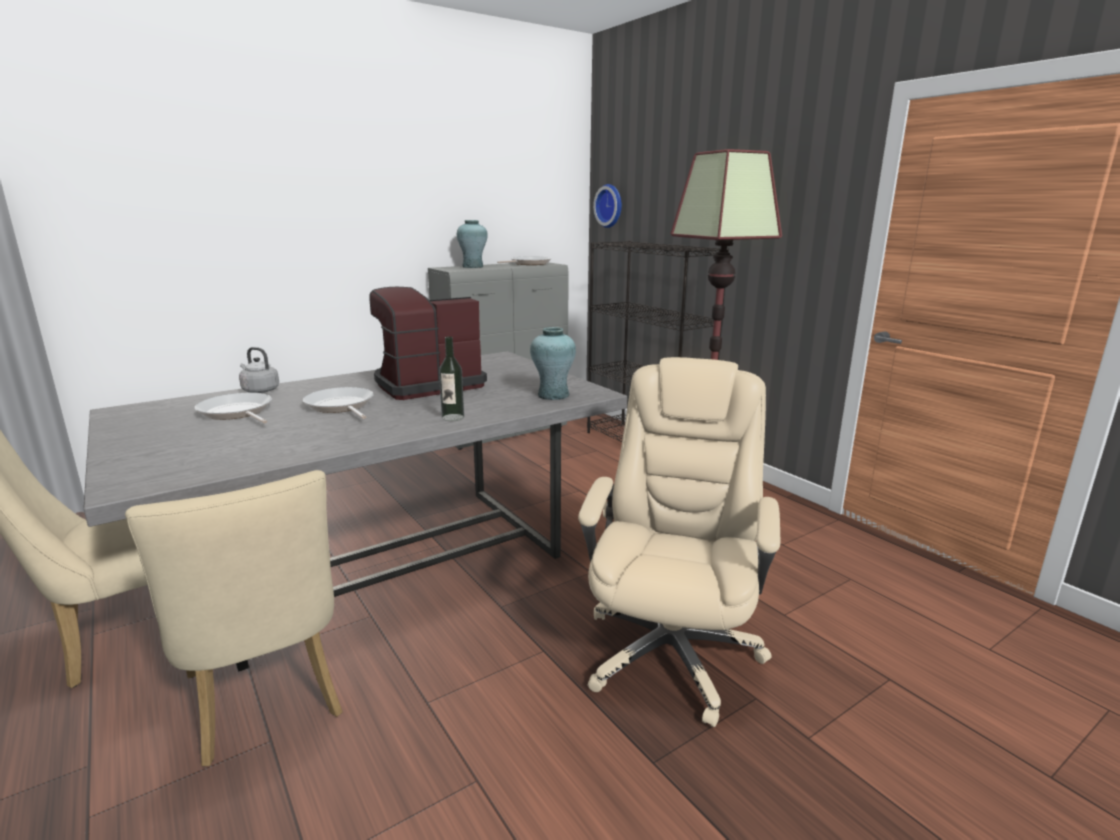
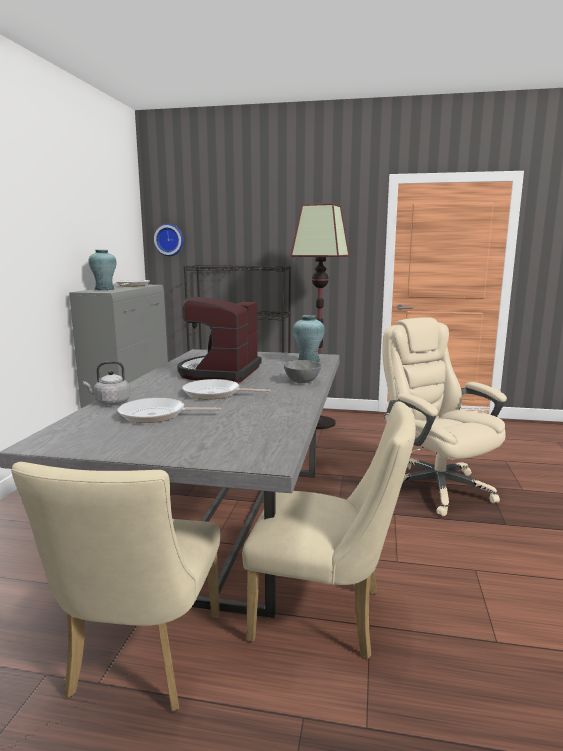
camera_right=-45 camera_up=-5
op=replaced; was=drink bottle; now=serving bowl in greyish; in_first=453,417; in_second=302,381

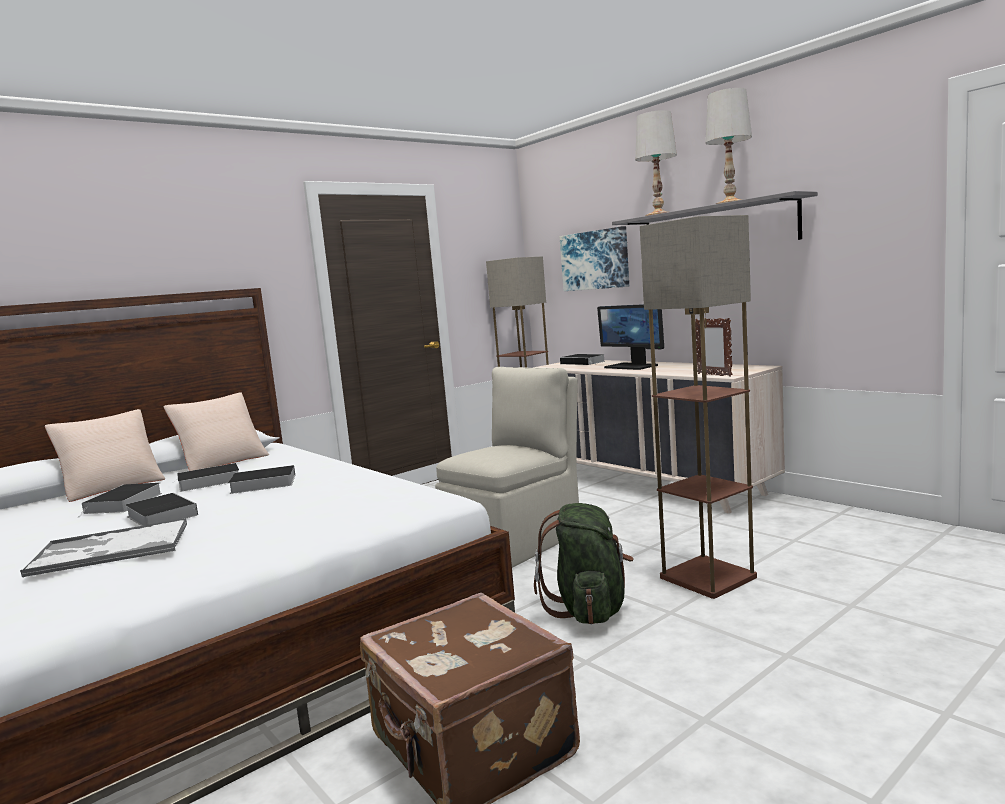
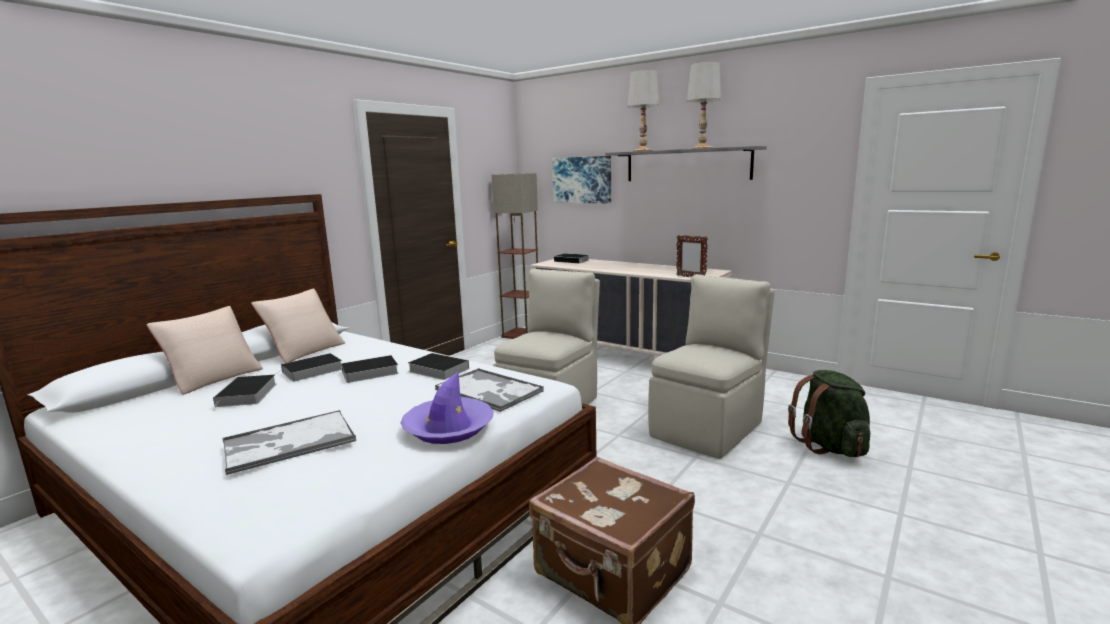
camera_right=-15 camera_up=5
op=replaced; was=standing lamp; now=chair in beige; in_first=709,577; in_second=708,428
op=removed; was=monitor; in_first=631,366
op=moved; was=bound book; in_first=160,515; in_second=437,370
op=moved; was=backpack in greenish; in_first=589,609; in_second=829,446
op=added; now=carrying tray; in_second=489,391
op=added; now=clothing hat in purple-coloured; in_second=448,428

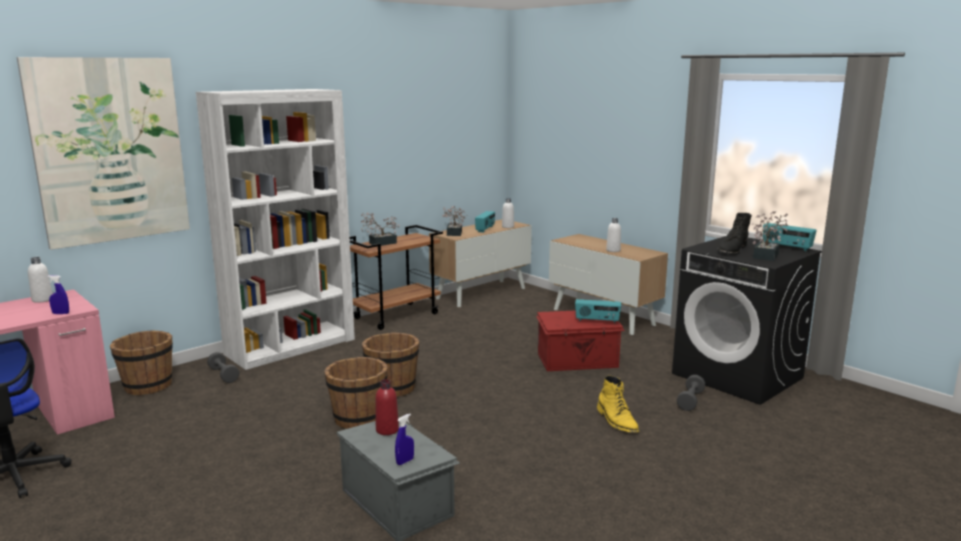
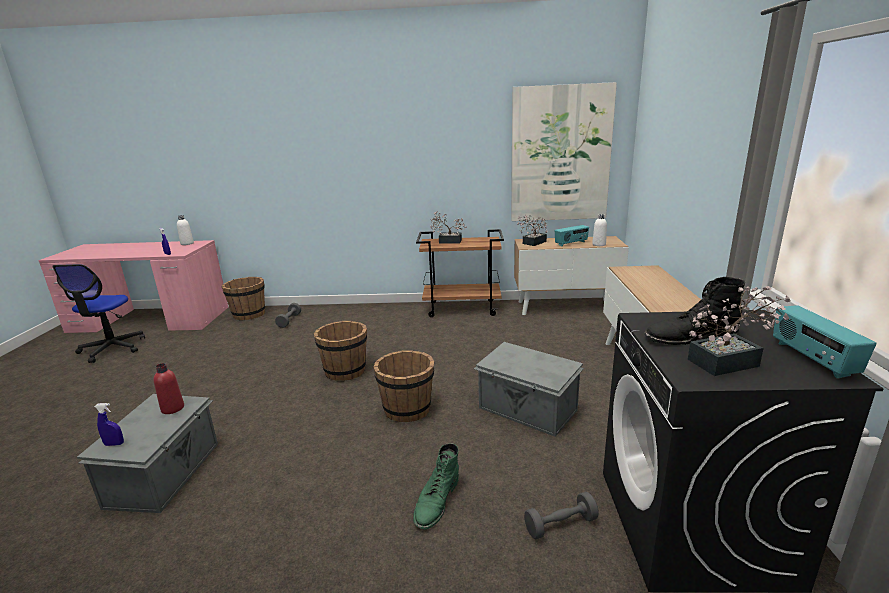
camera_right=45 camera_up=5
op=moved; was=picture; in_first=110,150; in_second=560,155
op=removed; was=shelving unit in white-coloured; in_first=291,346
op=removed; was=drink bottle in white-coloured; in_first=613,250
op=removed; was=radio set; in_first=597,321
op=recoloured; was=storage box in red; now=storage box in greyish; in_first=578,361; in_second=527,410
op=moved; was=water bucket in brownish; in_first=358,418; in_second=407,409
op=recoloured; was=boot in yellowish; now=boot in greenish; in_first=617,421; in_second=436,501

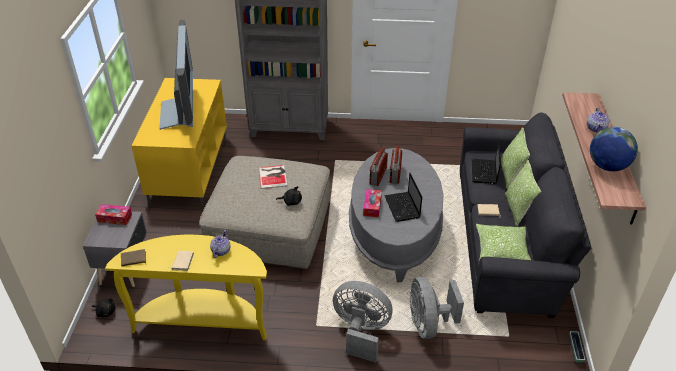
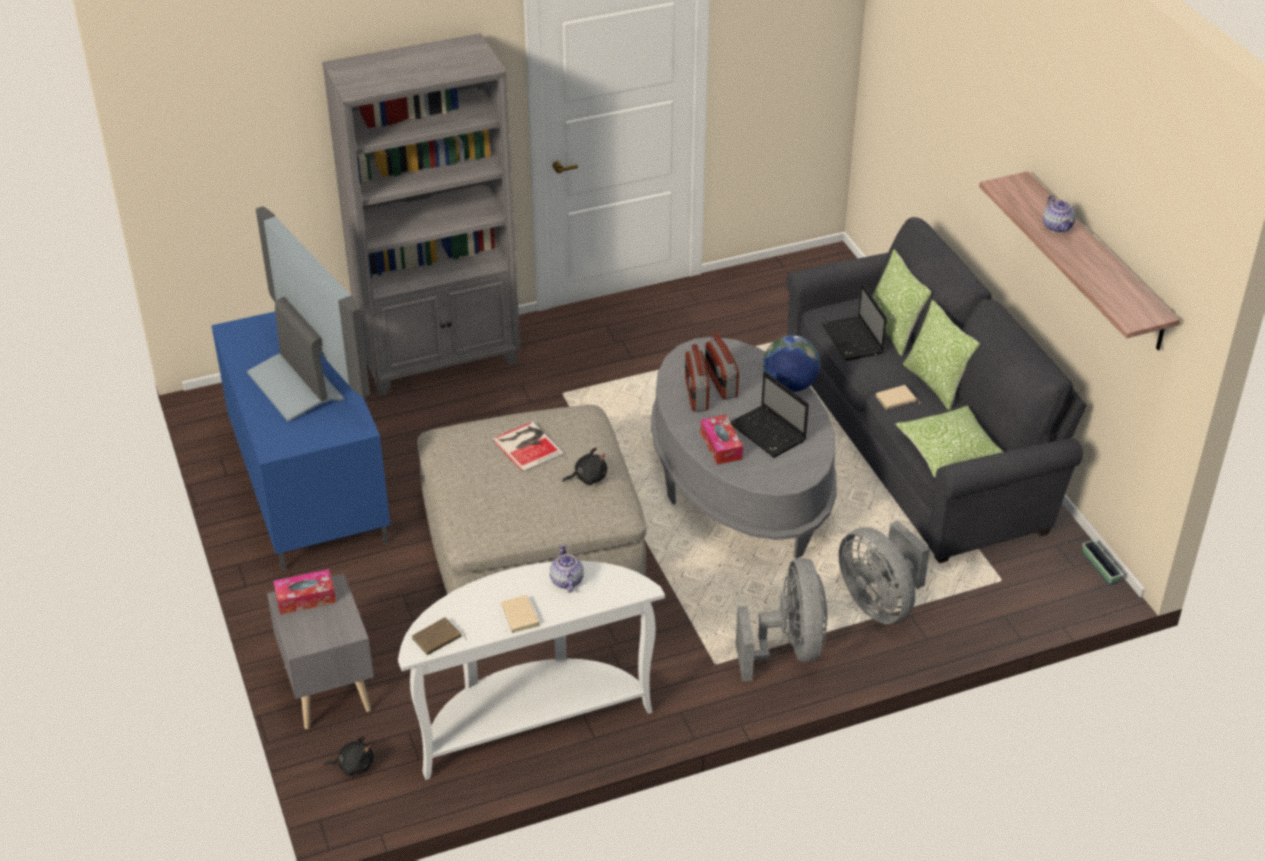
camera_right=-25 camera_up=0
op=recoloured; was=media console in yellowish; now=media console in blue-coloured; in_first=188,168; in_second=307,486
op=moved; was=globe; in_first=607,166; in_second=790,385
op=recoloured; was=console table in yellowish; now=console table in white-coloured; in_first=203,320; in_second=530,720
op=turned; was=electric fan in greyish; in_first=361,331; in_second=788,649; clockwise=90

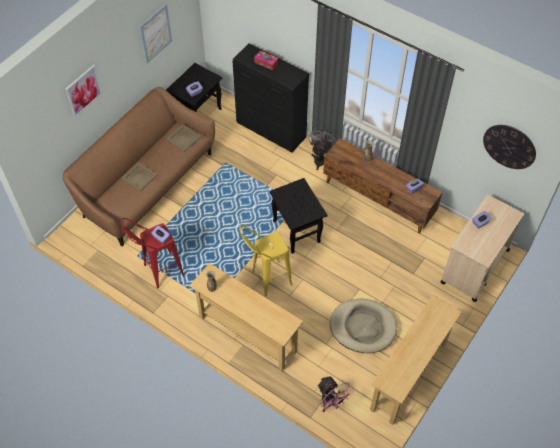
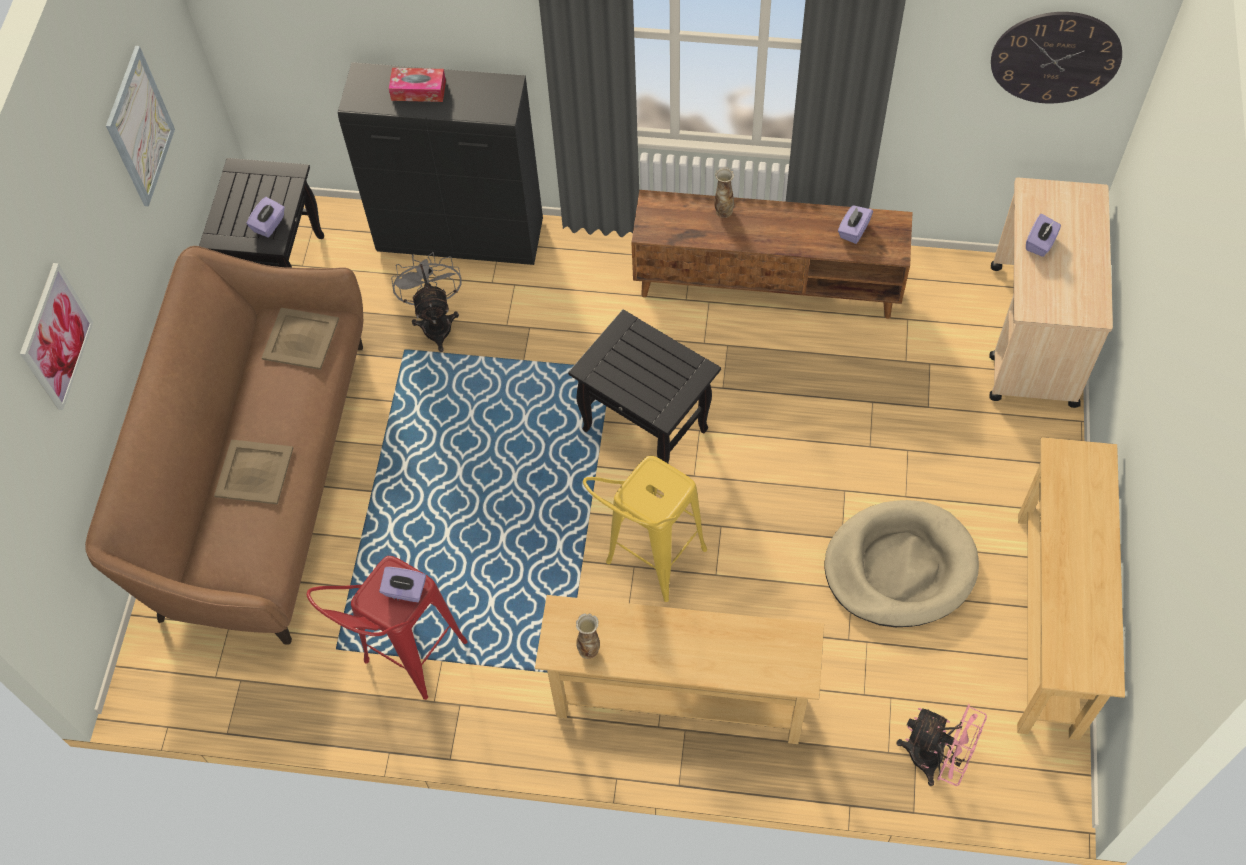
camera_right=-25 camera_up=5
op=moved; was=electric fan in greyish; in_first=320,158; in_second=436,322

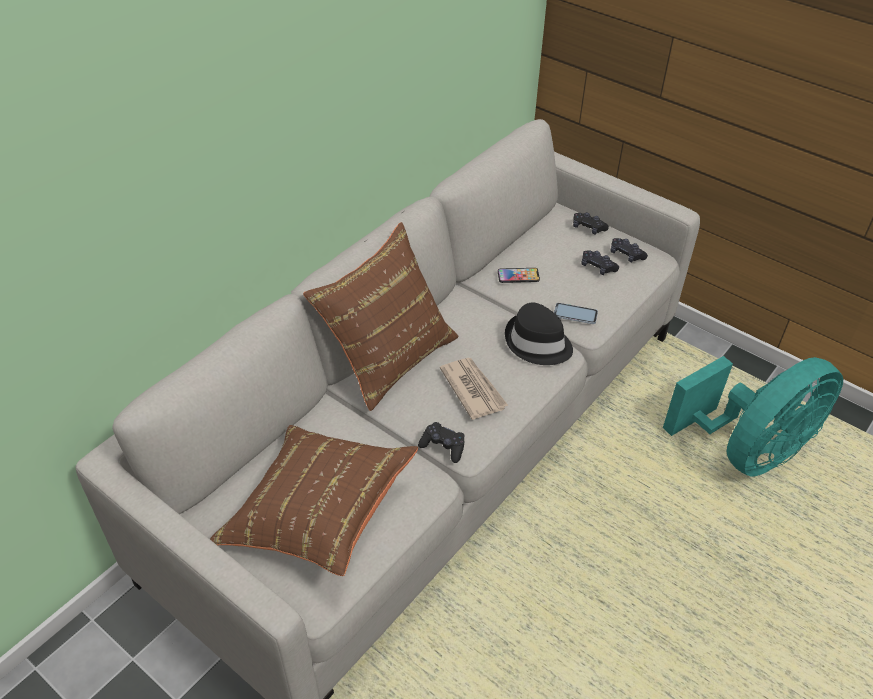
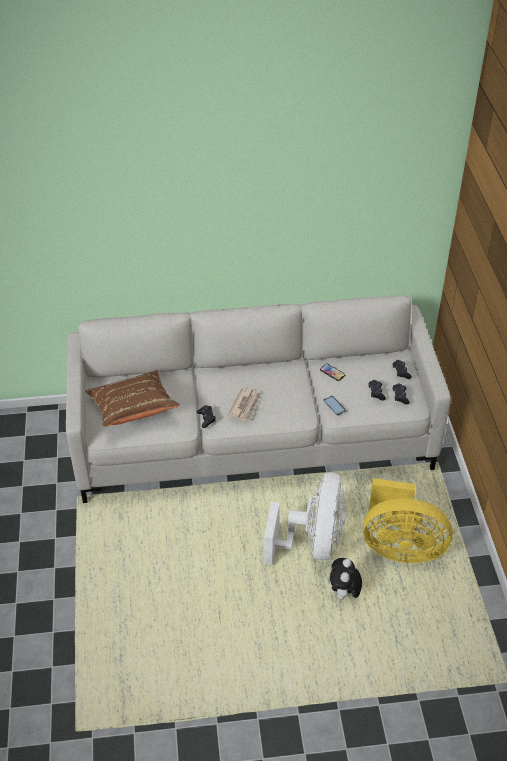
camera_right=45 camera_up=0
op=removed; was=pillow in brownish; in_first=388,356
op=removed; was=clothing hat in black; in_first=537,343
op=recoloured; was=electric fan in blue-green; now=electric fan in yellowish; in_first=748,451; in_second=400,547
op=added; now=electric fan in white-coloured; in_second=312,543
op=added; now=plush toy; in_second=344,593

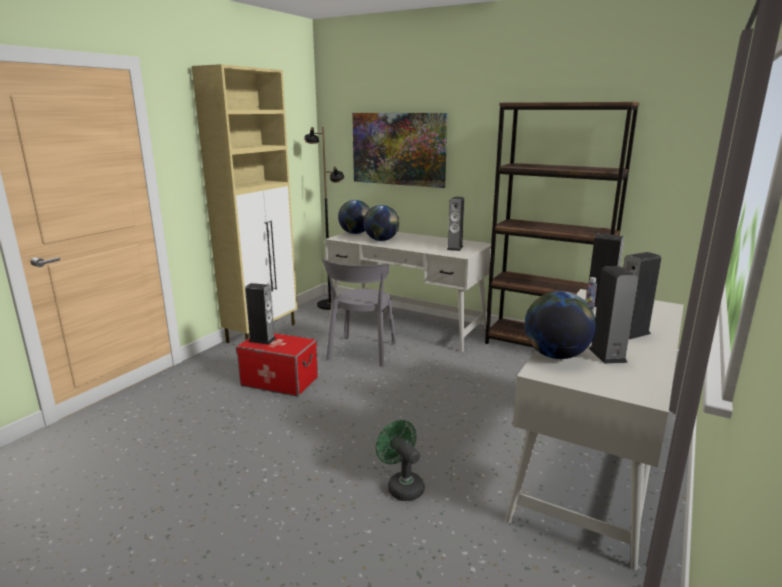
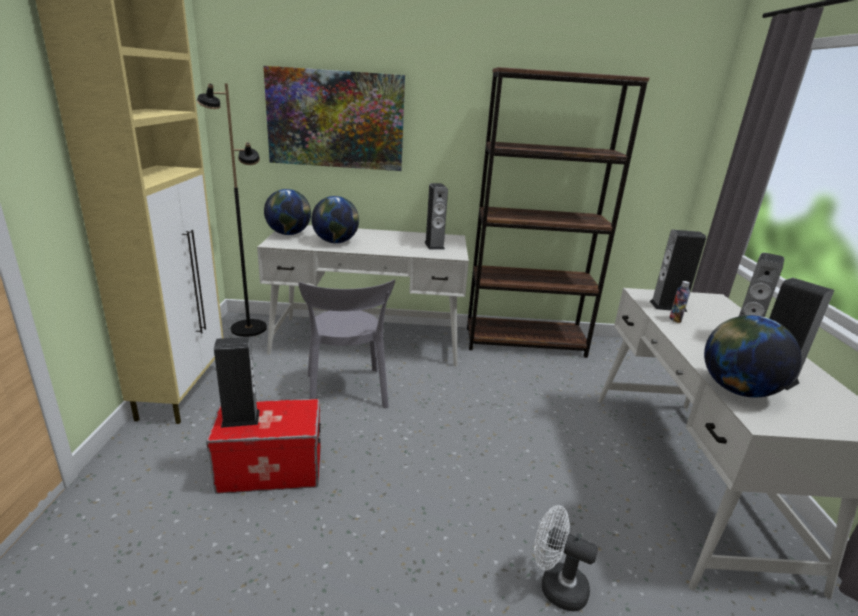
camera_right=-30 camera_up=5
op=recoloured; was=electric fan in greenish; now=electric fan in white-coloured; in_first=402,486; in_second=555,586

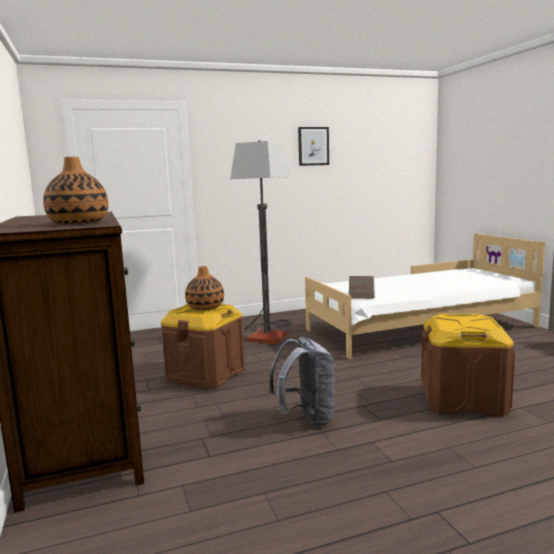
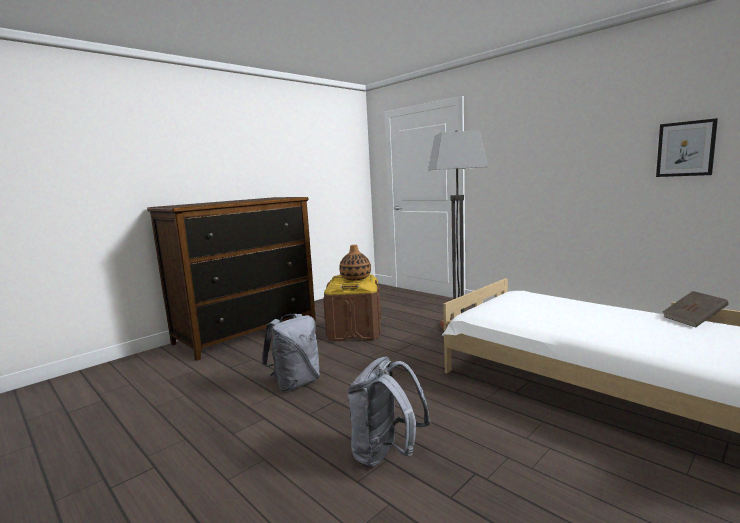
camera_right=65 camera_up=0
op=moved; was=picture; in_first=313,146; in_second=685,149
op=removed; was=decorative vase; in_first=78,223
op=moved; was=bound book in brownish; in_first=361,295; in_second=693,319
op=replaced; was=storage box in brownish; now=backpack in greyish; in_first=463,399; in_second=386,455

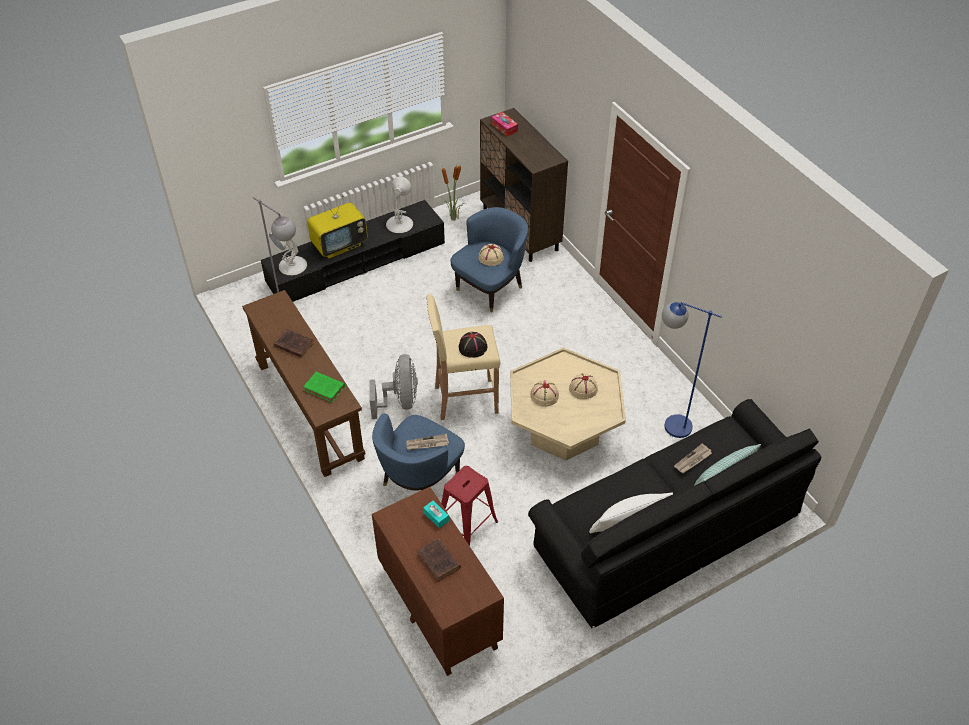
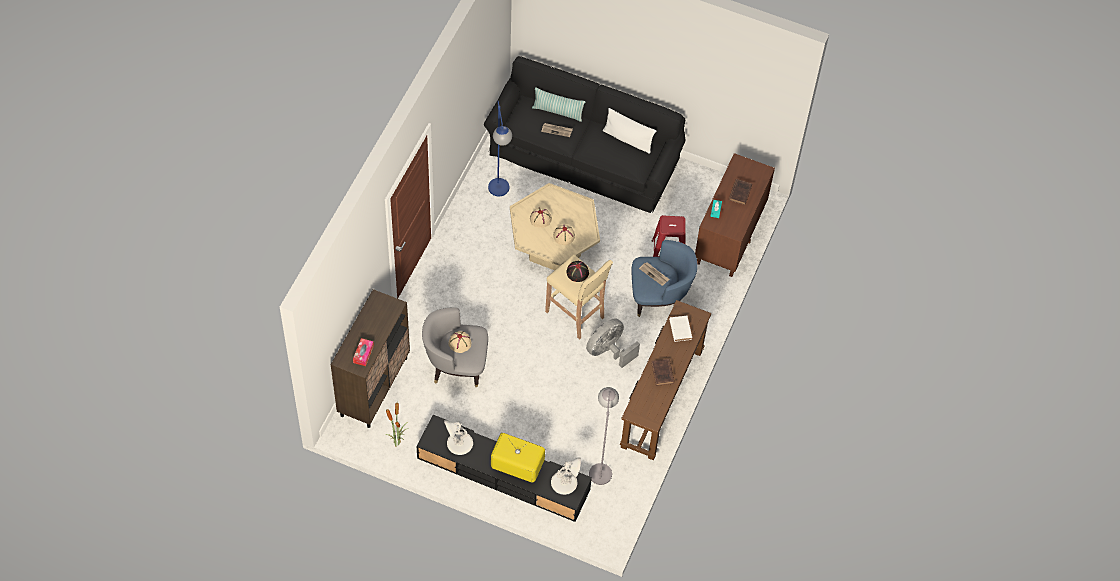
camera_right=-130 camera_up=10
op=recoloured; was=lounge chair in blue-coloured; now=lounge chair in greyish; in_first=490,287; in_second=456,366
op=recoloured; was=bound book in greenish; now=bound book in white-coloured; in_first=325,389; in_second=680,329

